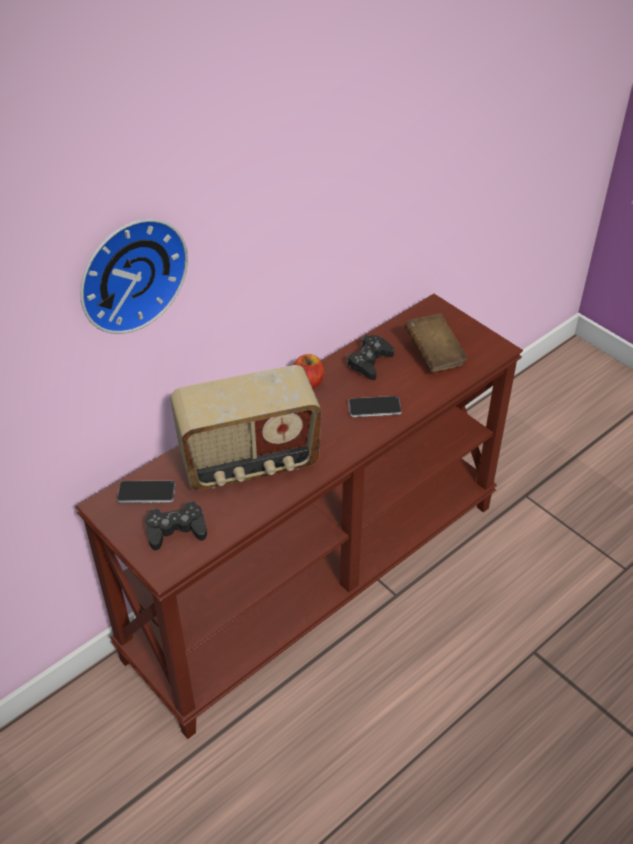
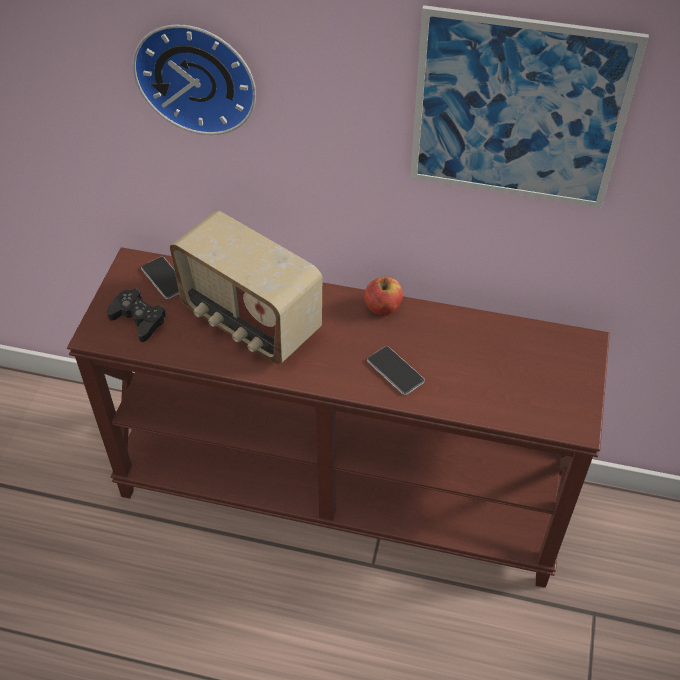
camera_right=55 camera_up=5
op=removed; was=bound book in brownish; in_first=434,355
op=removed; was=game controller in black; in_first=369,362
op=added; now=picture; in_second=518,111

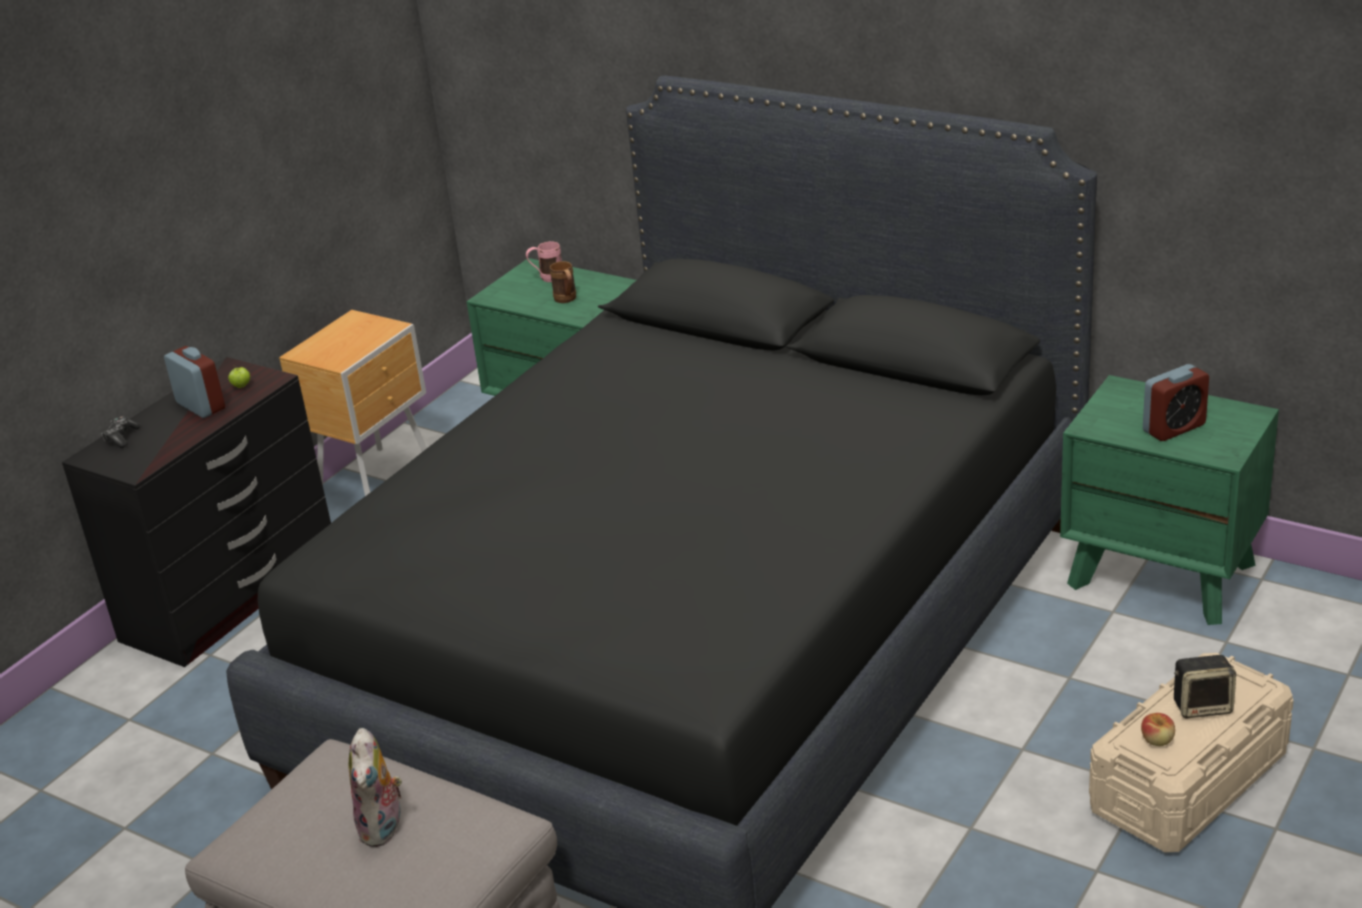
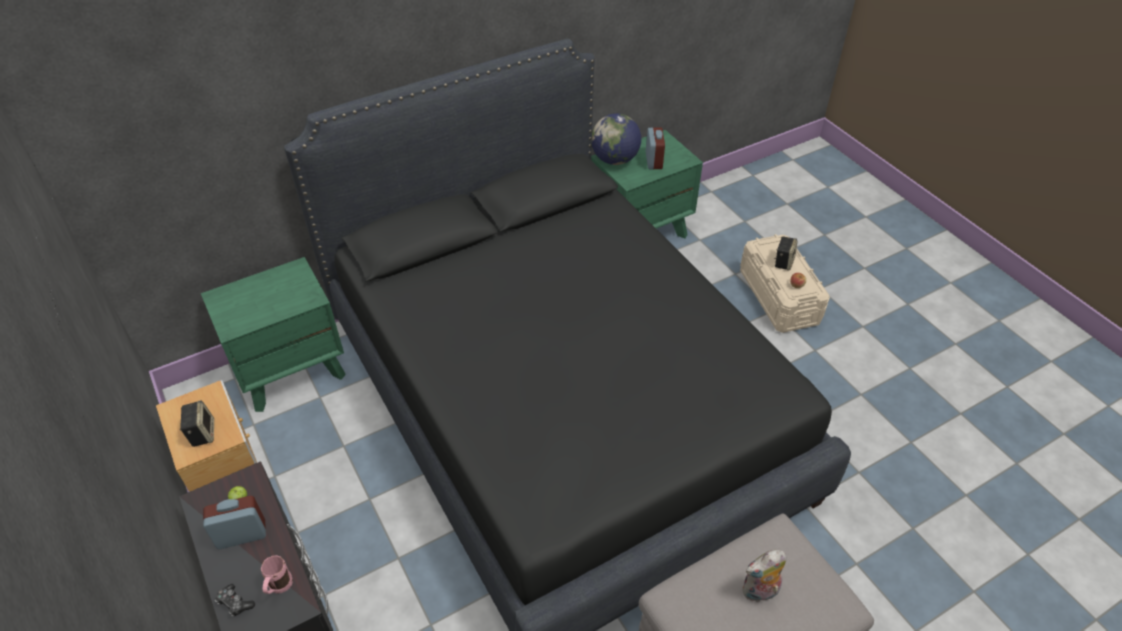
camera_right=-65 camera_up=15
op=moved; was=coffee mug in pinkish; in_first=546,278; in_second=279,588
op=removed; was=coffee mug in brownish; in_first=567,300
op=turned; was=plush toy; in_first=384,828; in_second=760,592; clockwise=135
op=added; now=globe; in_second=615,160
op=added; now=audio speaker; in_second=202,433

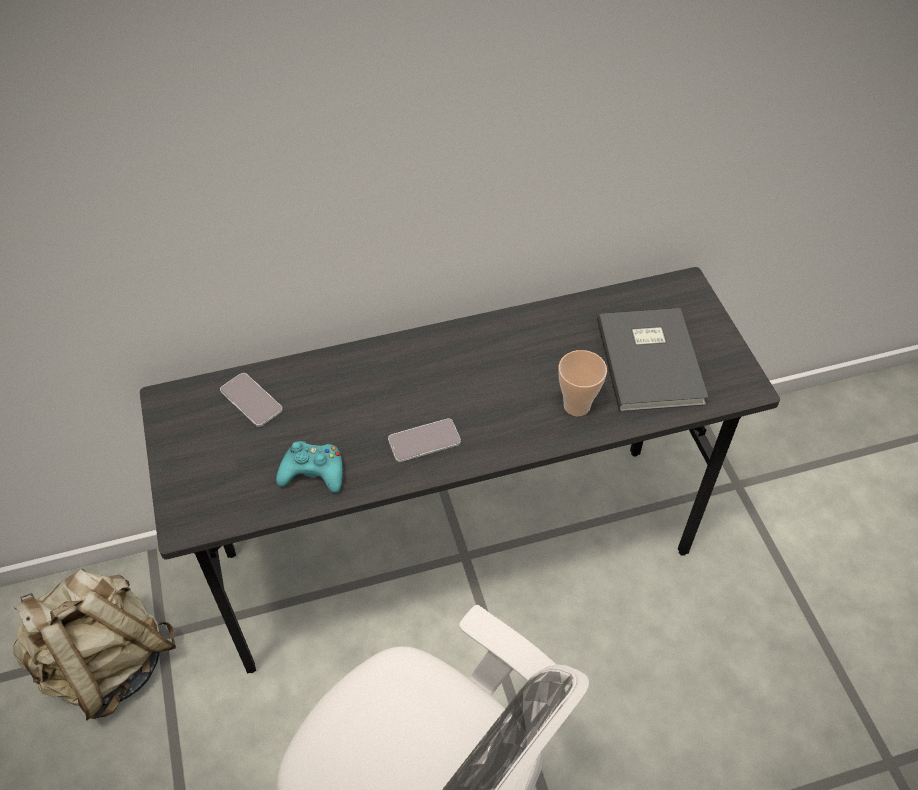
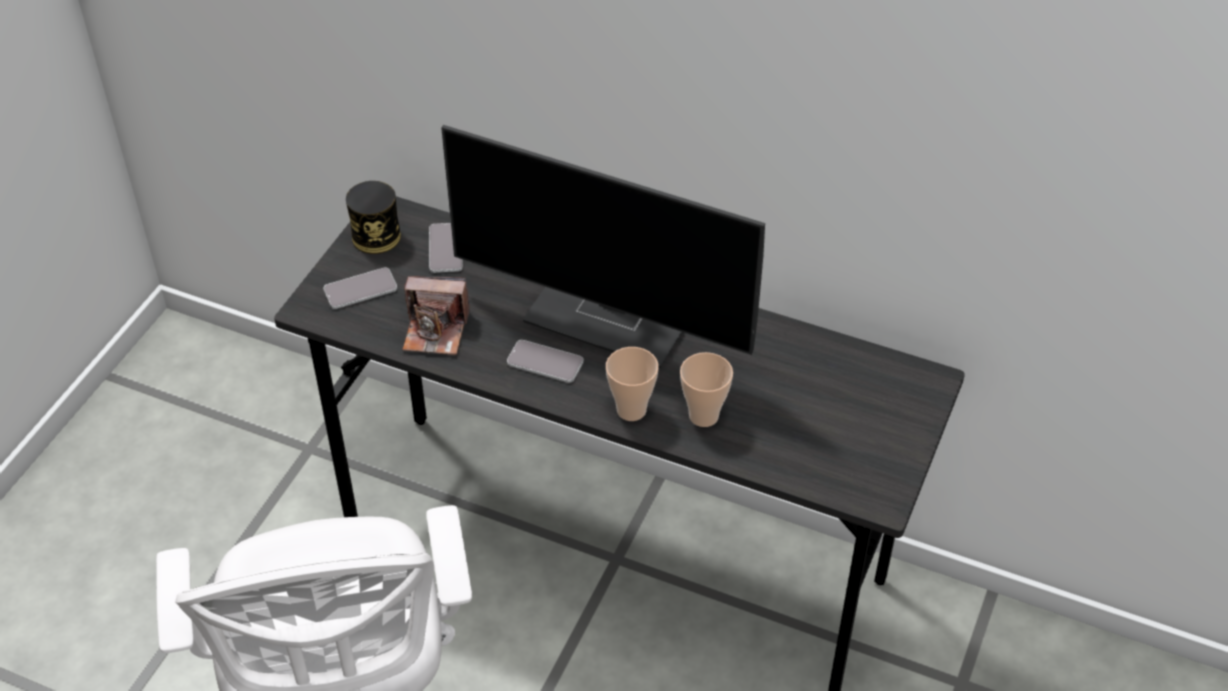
camera_right=40 camera_up=-5
op=removed; was=bound book in greyish; in_first=652,360
op=replaced; was=game controller in blue-green; now=photo camera; in_first=313,472; in_second=436,331
op=removed; was=backpack in beige; in_first=107,663
op=added; now=monitor; in_second=615,316
op=added; now=sealed can; in_second=376,236
op=added; now=telephone; in_second=360,289
op=added; now=cup; in_second=631,410

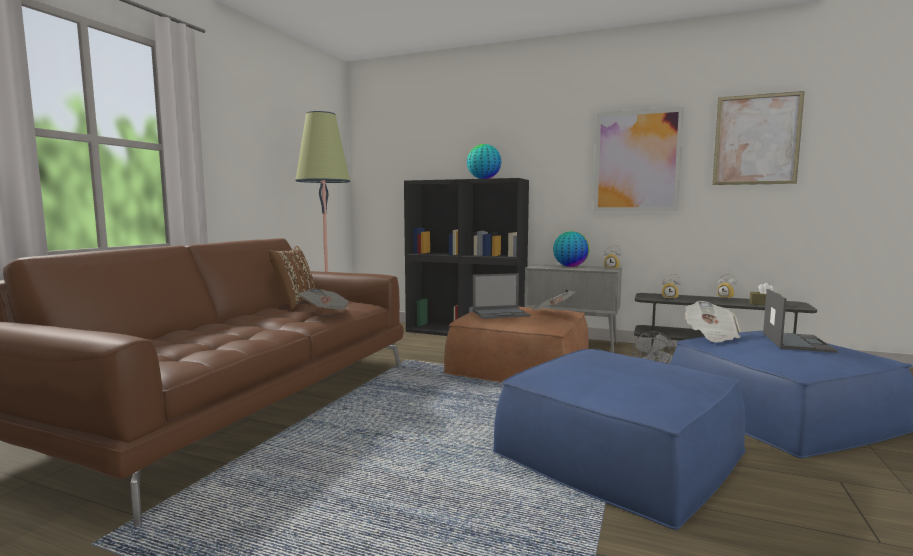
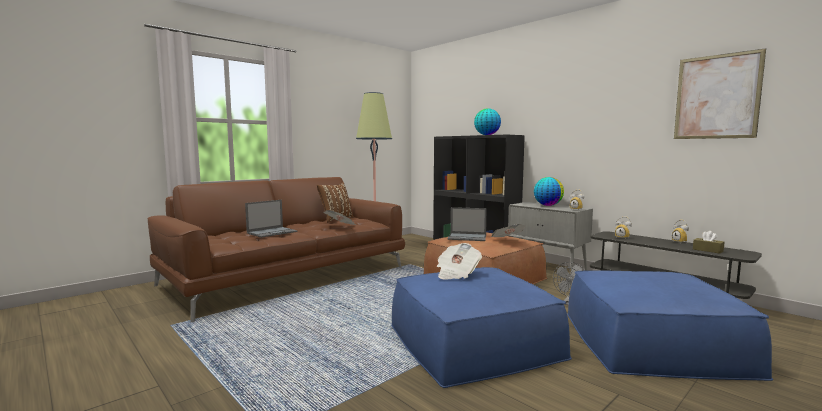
camera_right=25 camera_up=0
op=removed; was=picture; in_first=636,161
op=moved; was=laptop; in_first=796,342; in_second=272,232
op=moved; was=newspaper; in_first=711,336; in_second=456,274

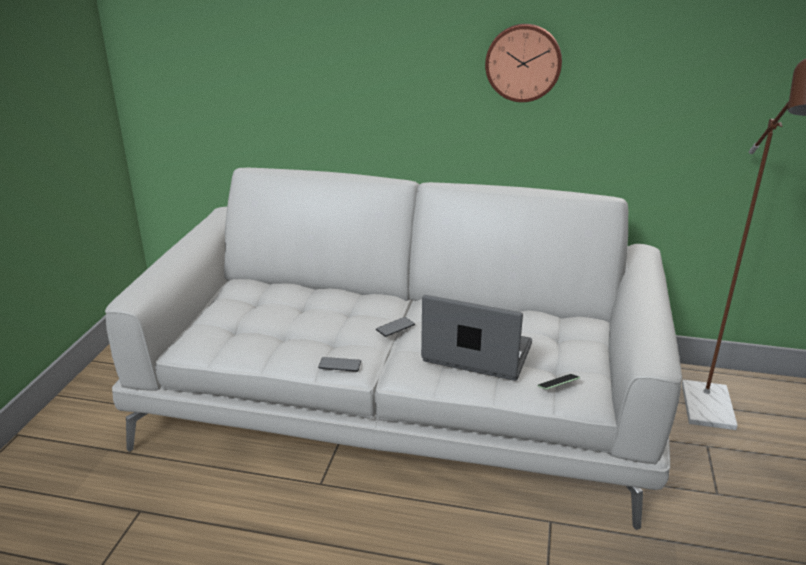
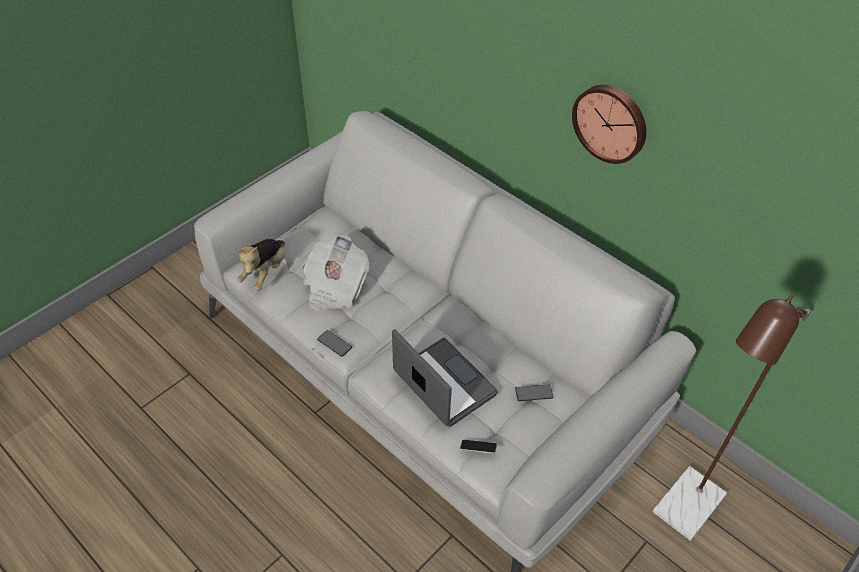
camera_right=30 camera_up=20
op=moved; was=telephone; in_first=395,327; in_second=534,393
op=added; now=newspaper; in_second=334,287
op=added; now=plush toy; in_second=265,272

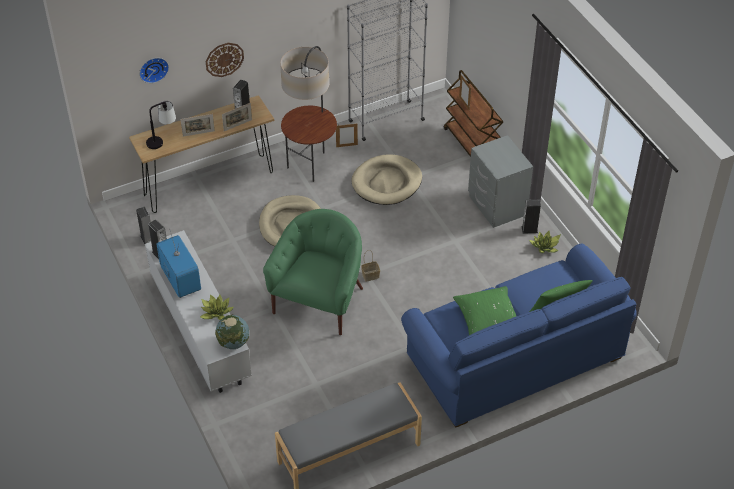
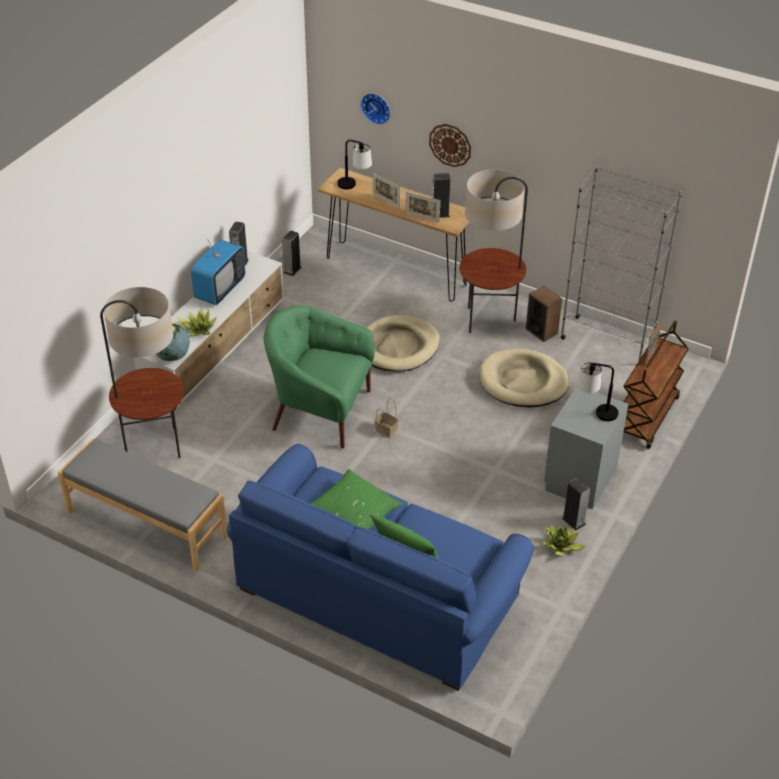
camera_right=55 camera_up=-5
op=replaced; was=standing frame; now=audio speaker; in_first=346,146; in_second=541,331
op=turned; was=lounge chair in greenish; in_first=319,300; in_second=320,411; clockwise=-150
op=added; now=standing lamp; in_second=155,446
op=added; now=lamp for a table; in_second=595,413

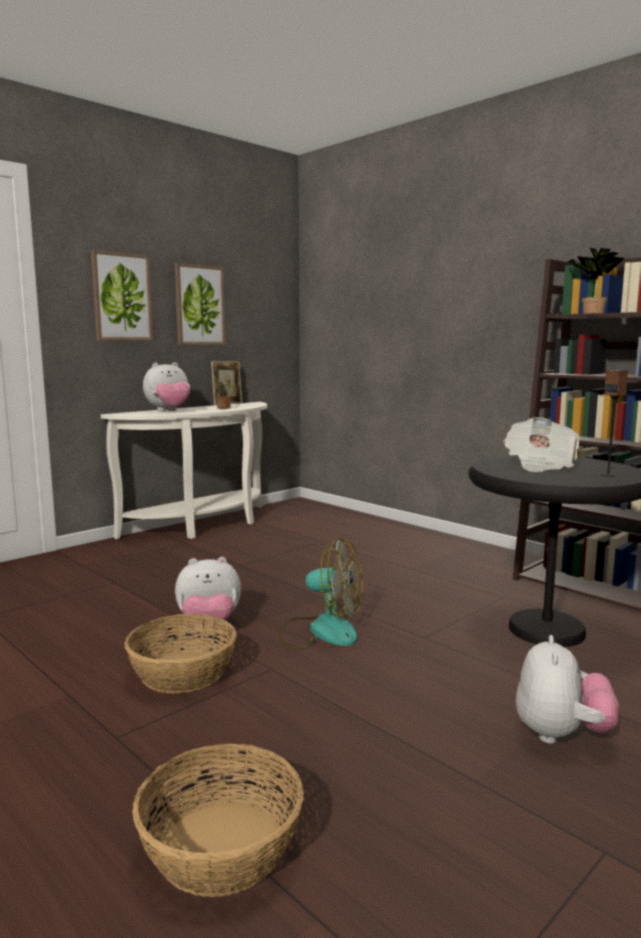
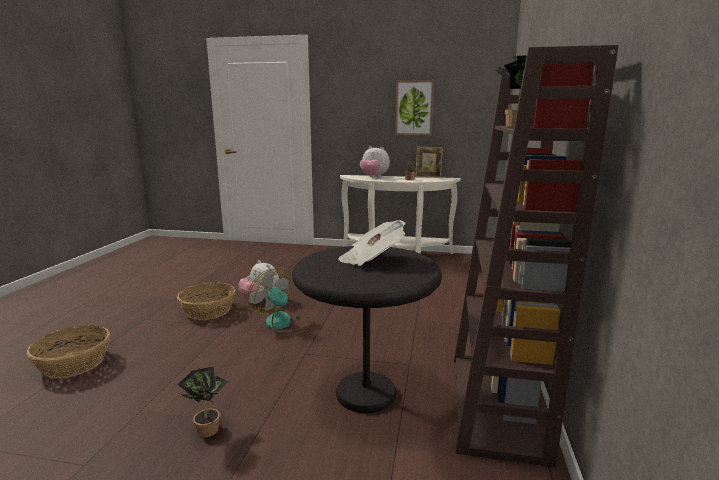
camera_right=55 camera_up=5
op=removed; was=picture; in_first=122,297
op=removed; was=audio speaker; in_first=608,475
op=turned; was=electric fan; in_first=321,631; in_second=283,324; clockwise=150
op=replaced; was=plush toy; now=potted plant; in_first=561,735; in_second=206,428

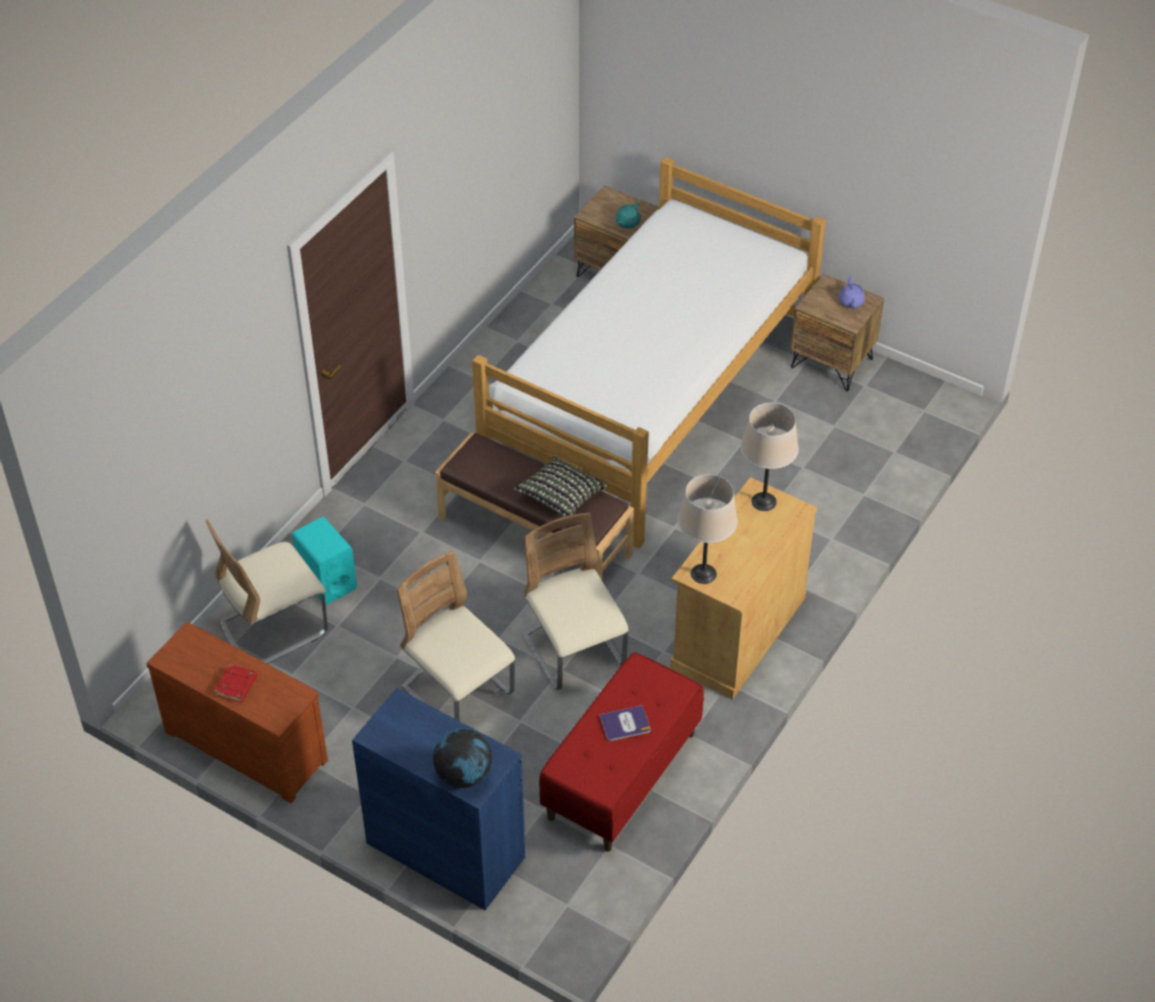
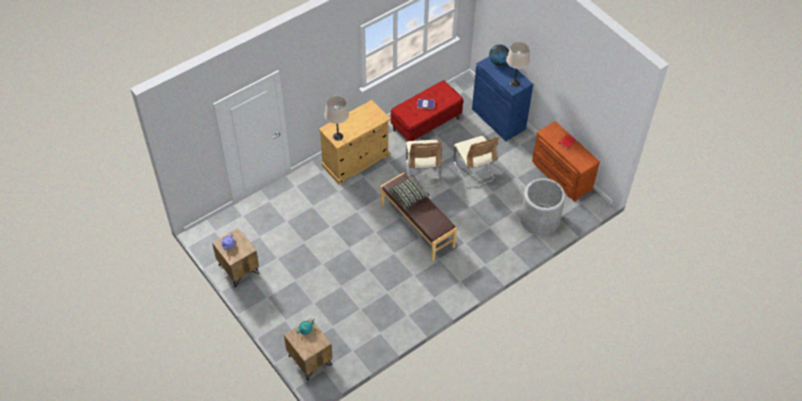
camera_right=-160 camera_up=5
op=removed; was=bed; in_first=652,400
op=moved; was=lamp for a table in beige; in_first=703,574; in_second=514,83
op=removed; was=audio speaker in blue-green; in_first=327,581
op=replaced; was=chair in beige; now=plant pot in greyish; in_first=274,627; in_second=539,219

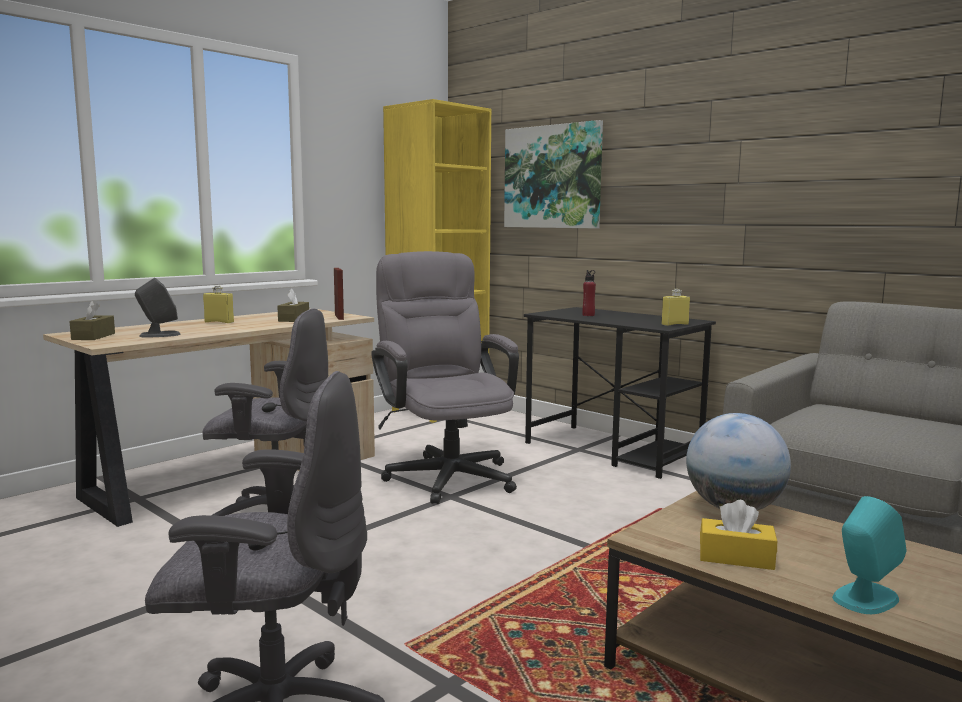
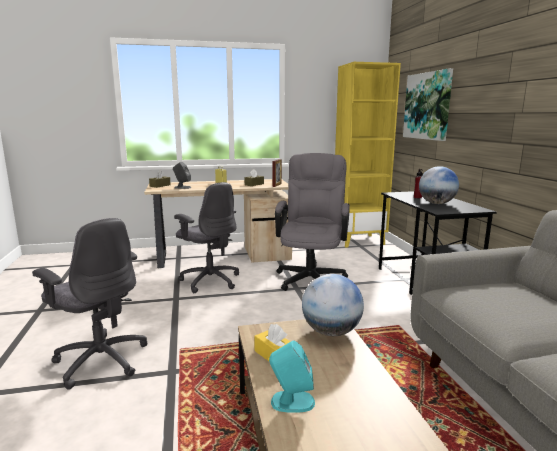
camera_right=35 camera_up=5
op=removed; was=drink bottle in yellowish; in_first=674,324
op=added; now=globe; in_second=436,203

